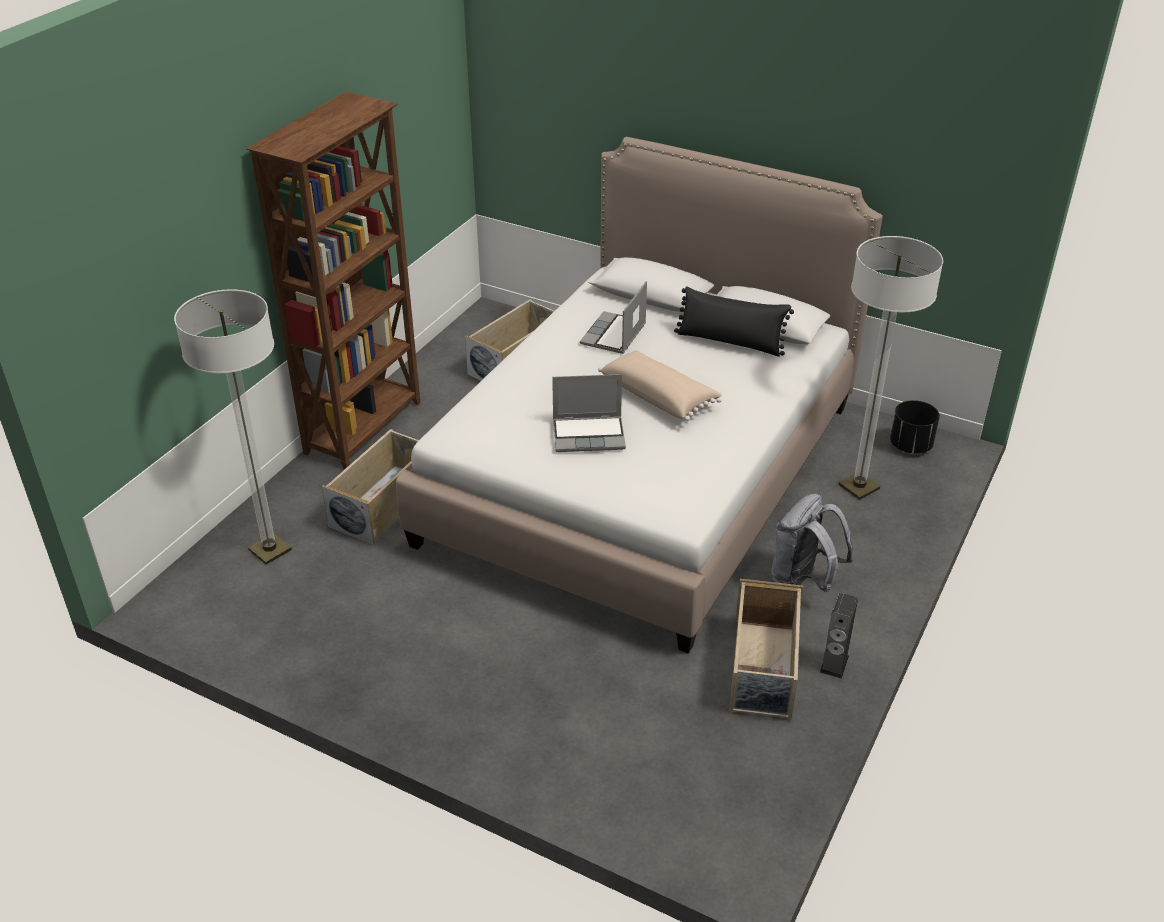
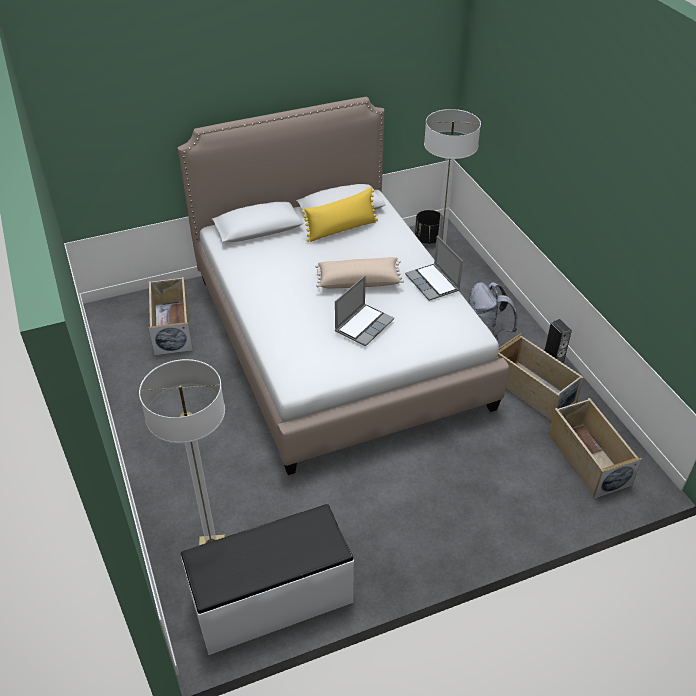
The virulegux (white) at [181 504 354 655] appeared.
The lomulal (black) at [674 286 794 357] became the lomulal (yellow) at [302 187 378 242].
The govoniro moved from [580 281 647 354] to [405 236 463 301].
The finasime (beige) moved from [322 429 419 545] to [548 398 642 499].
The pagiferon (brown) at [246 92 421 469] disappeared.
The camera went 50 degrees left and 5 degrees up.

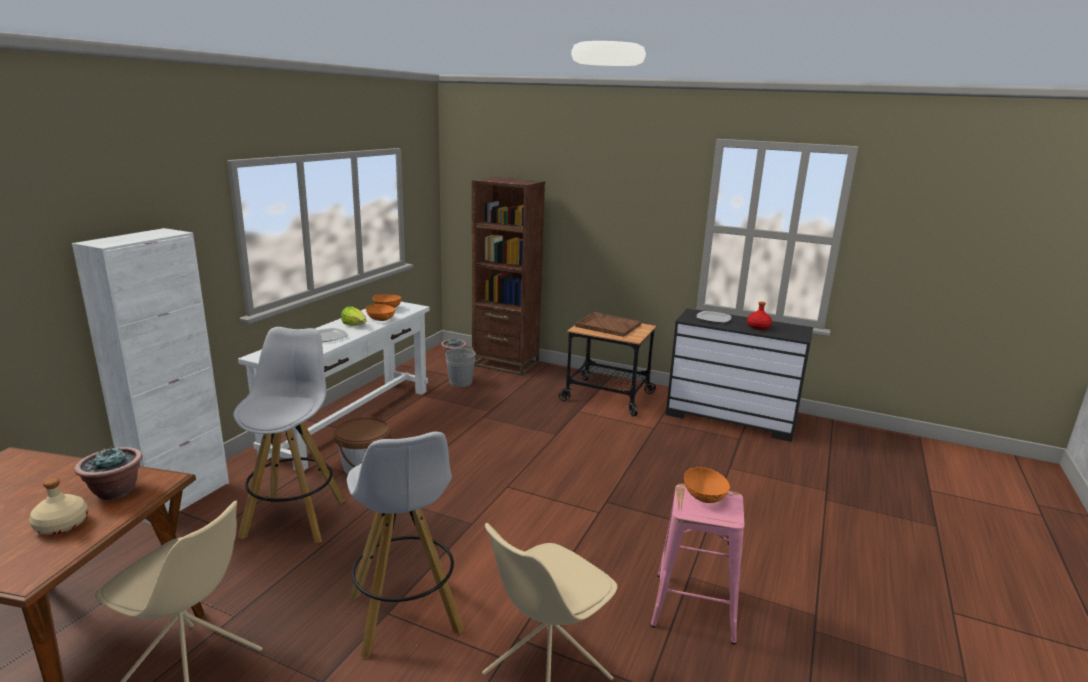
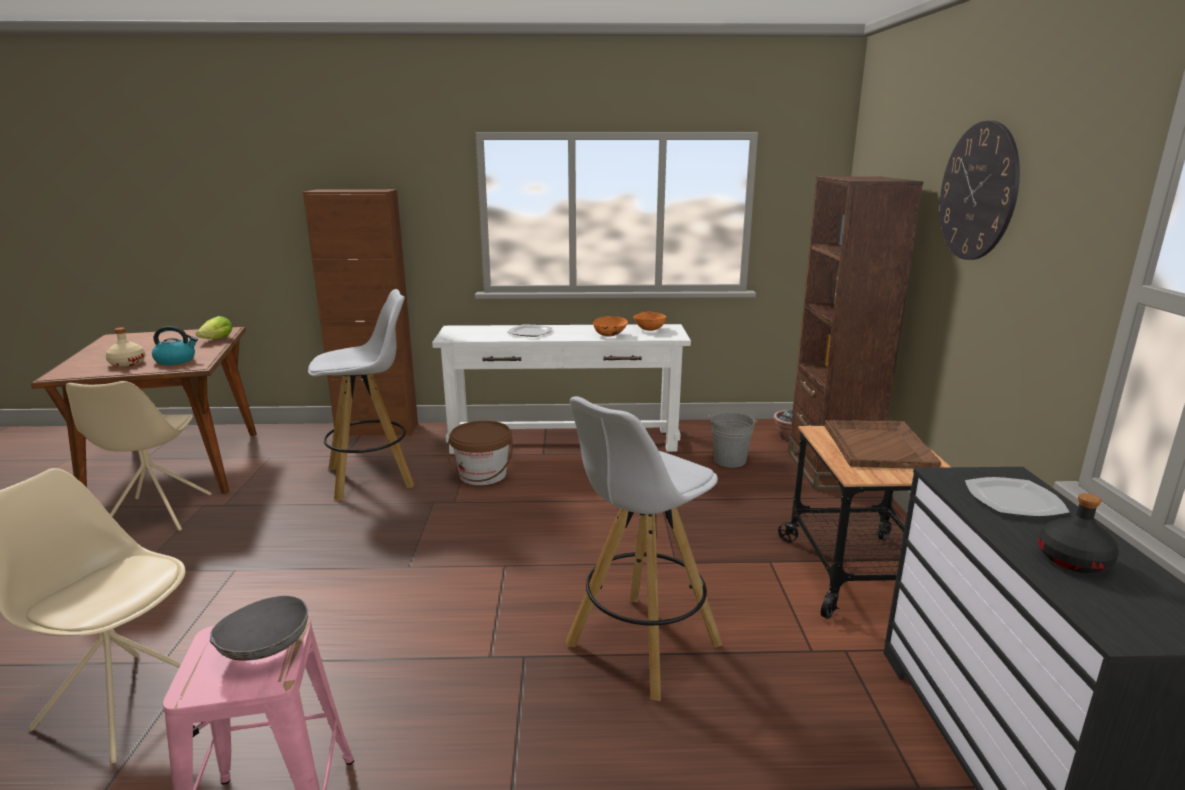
The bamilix at [74 446 143 500] was replaced by the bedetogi at [152 326 198 365].
The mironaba moved from [341 307 366 326] to [196 316 233 339].
The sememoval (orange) at [684 467 730 503] became the sememoval (grey) at [210 596 308 661].
The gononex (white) at [72 228 229 525] became the gononex (brown) at [303 189 418 436].
The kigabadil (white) moved from [347 432 464 658] to [566 396 722 701].
The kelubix at [940 121 1020 260] appeared.
The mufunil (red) at [747 302 772 330] became the mufunil (black) at [1038 493 1119 573].
The camera went 65 degrees right and 0 degrees up.

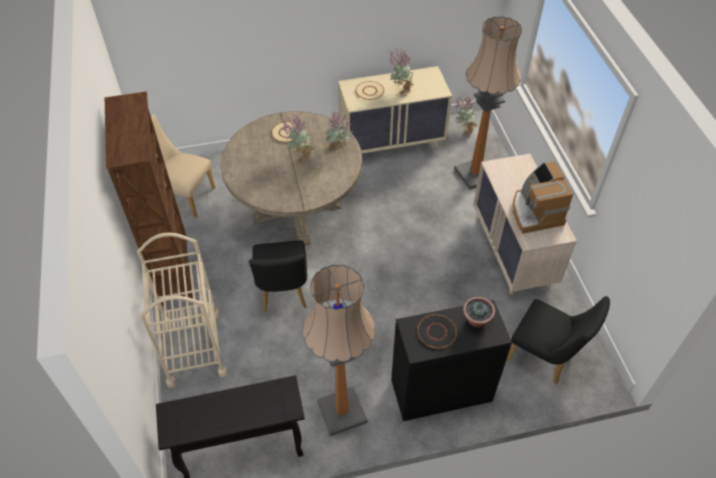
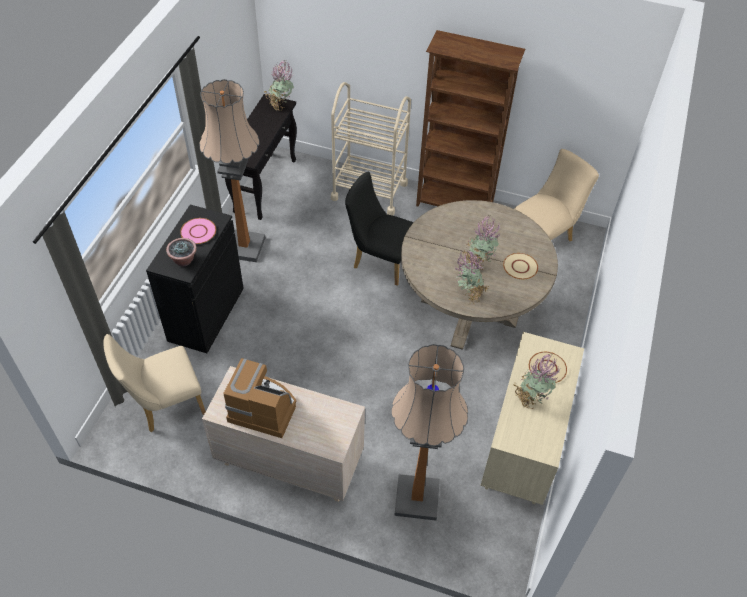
The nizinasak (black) at [506 296 610 385] became the nizinasak (beige) at [103 334 206 432].
The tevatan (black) at [417 314 457 348] became the tevatan (pink) at [180 218 216 244].
The bamilix moved from [454 94 478 137] to [264 60 294 111].
The camera went 120 degrees right and 0 degrees up.

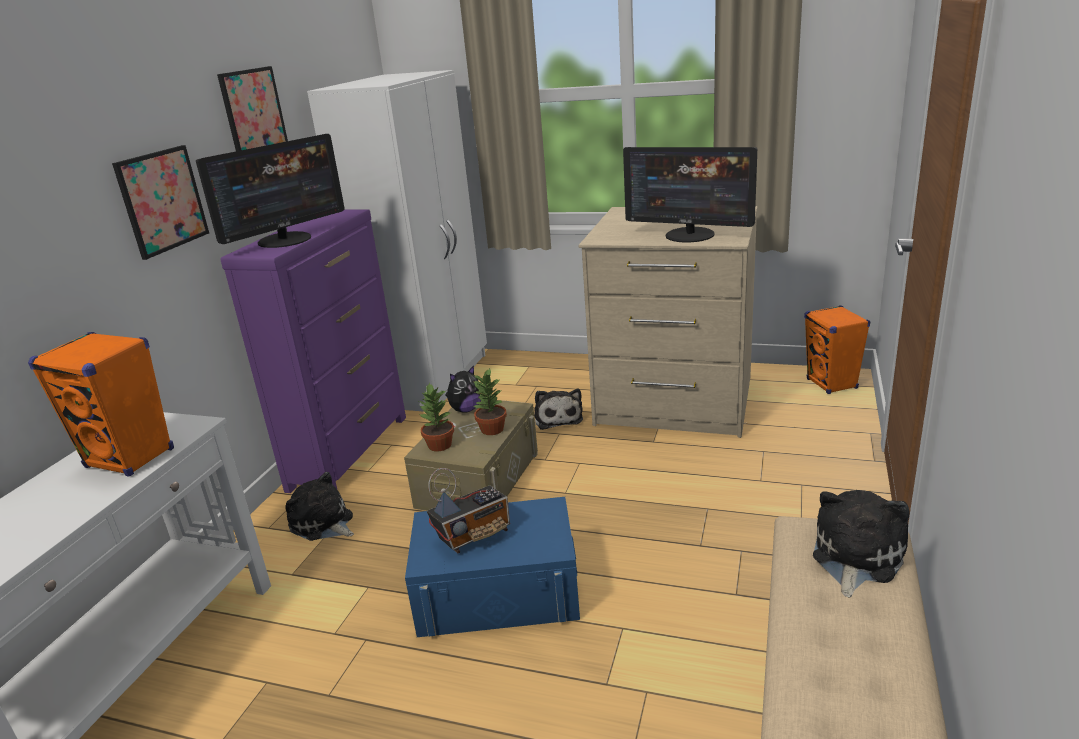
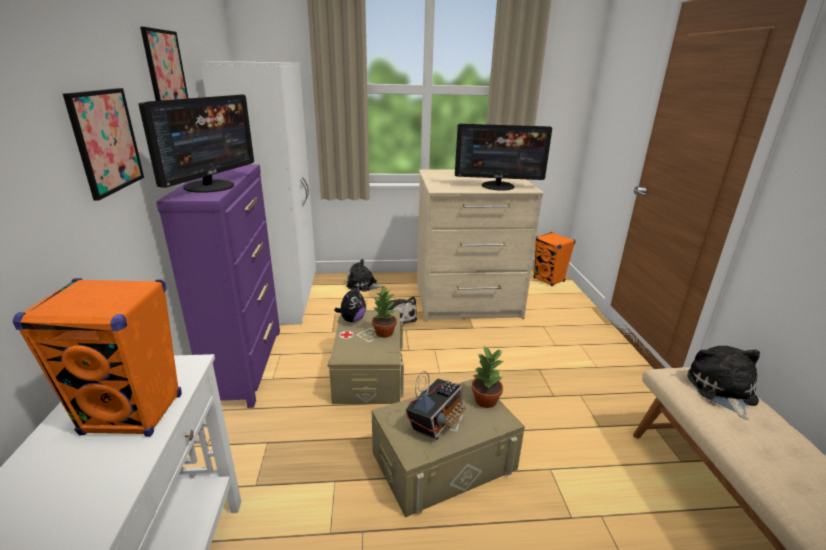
The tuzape moved from [286 472 354 541] to [346 259 384 292].
The finasime (blue) at [405 497 580 637] became the finasime (beige) at [372 378 525 517].
The bamilix moved from [419 383 454 451] to [472 346 504 408].
The camera went 25 degrees left and 0 degrees up.

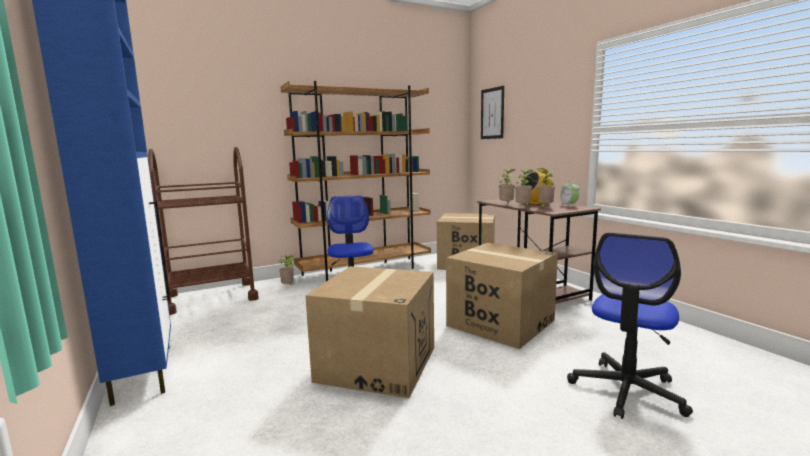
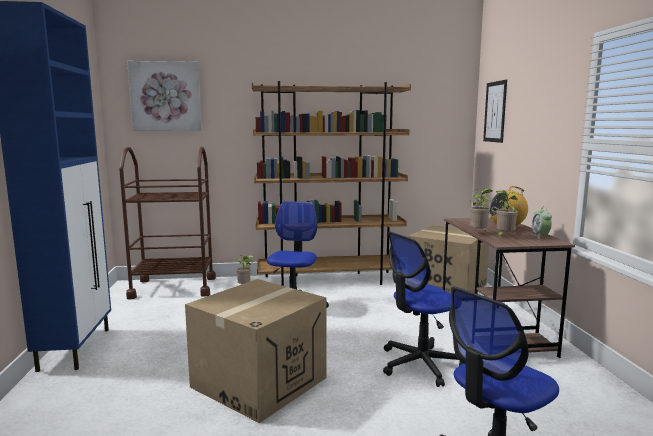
The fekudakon at [127 61 202 131] appeared.
The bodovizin at [446 243 558 349] was replaced by the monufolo at [383 232 463 387].
The bamilix at [499 169 515 203] disappeared.
The camera went 20 degrees right and 0 degrees up.

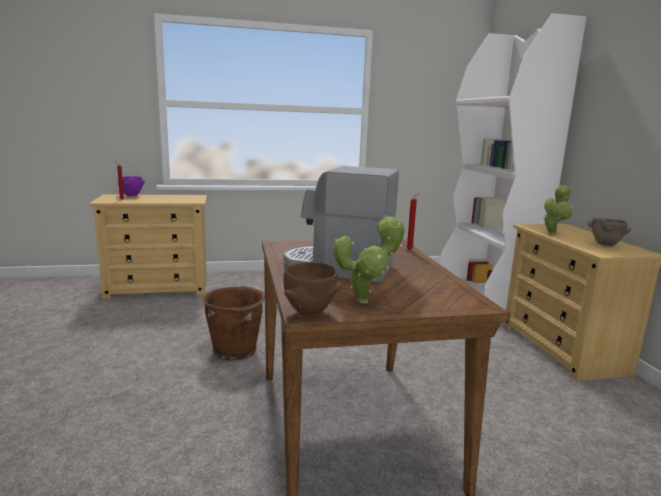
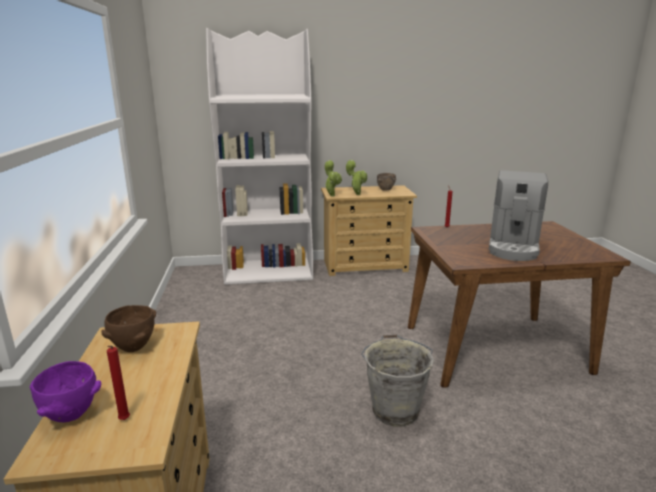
The sememoval (brown) moved from [283 262 342 316] to [101 305 156 352].
The bamilix moved from [333 215 405 303] to [324 160 342 197].
The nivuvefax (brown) at [202 286 265 361] became the nivuvefax (grey) at [361 334 434 426].
The camera went 85 degrees left and 5 degrees up.

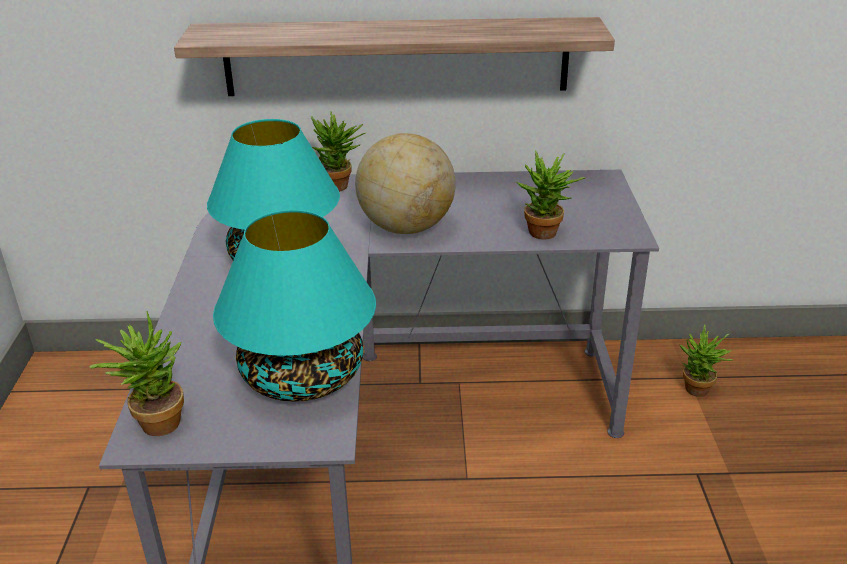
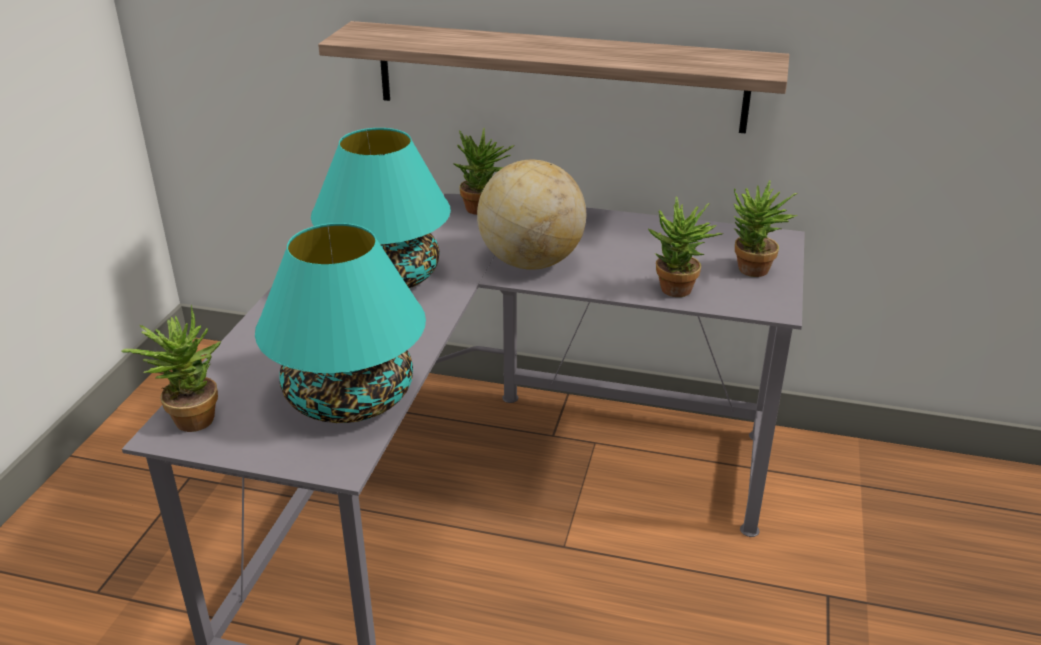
The bamilix moved from [680 325 733 397] to [734 180 798 277].
The camera went 15 degrees right and 0 degrees up.

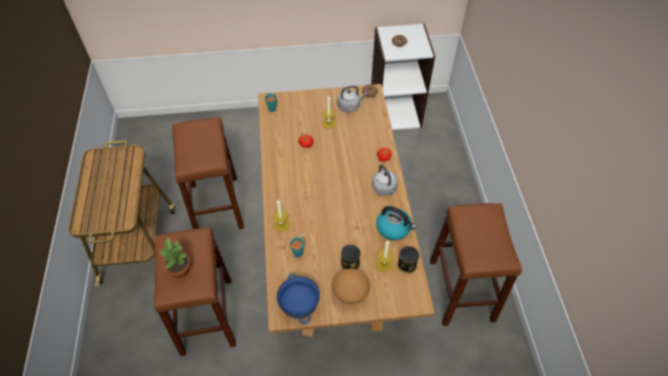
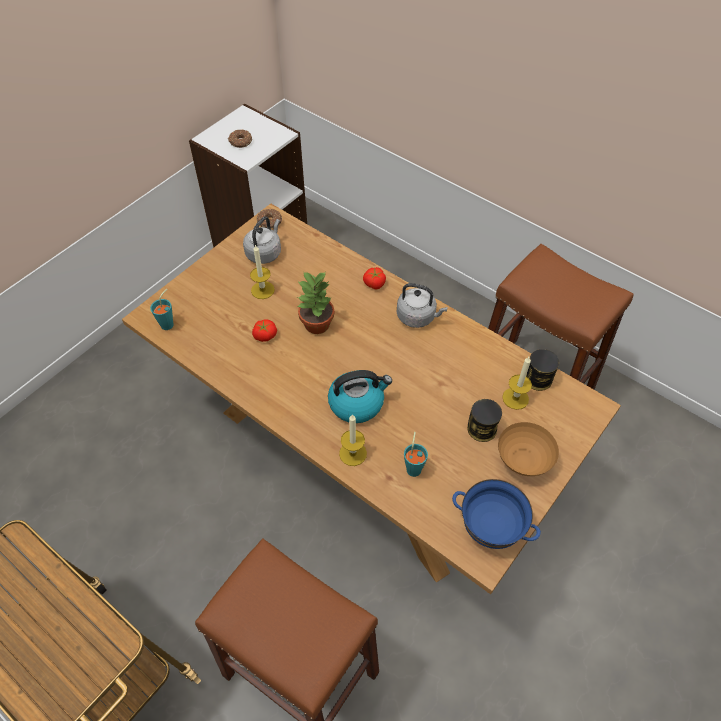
The bamilix moved from [159 238 191 278] to [297 271 334 334].
The bedetogi moved from [376 206 416 241] to [328 370 392 423].
The kigabadil (brown) at [172 117 244 229] disappeared.
The camera went 45 degrees left and 0 degrees up.

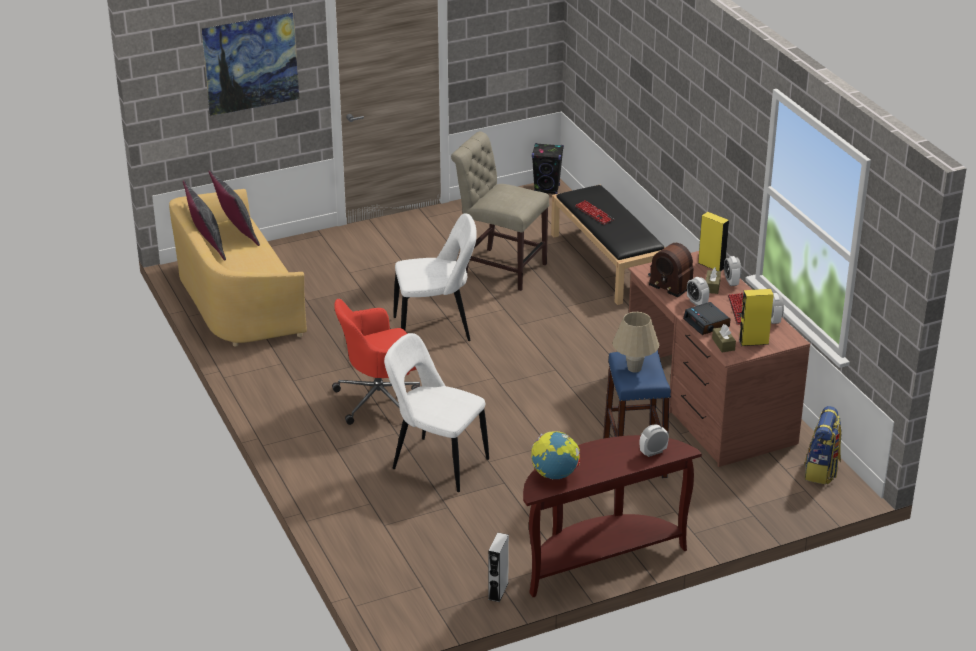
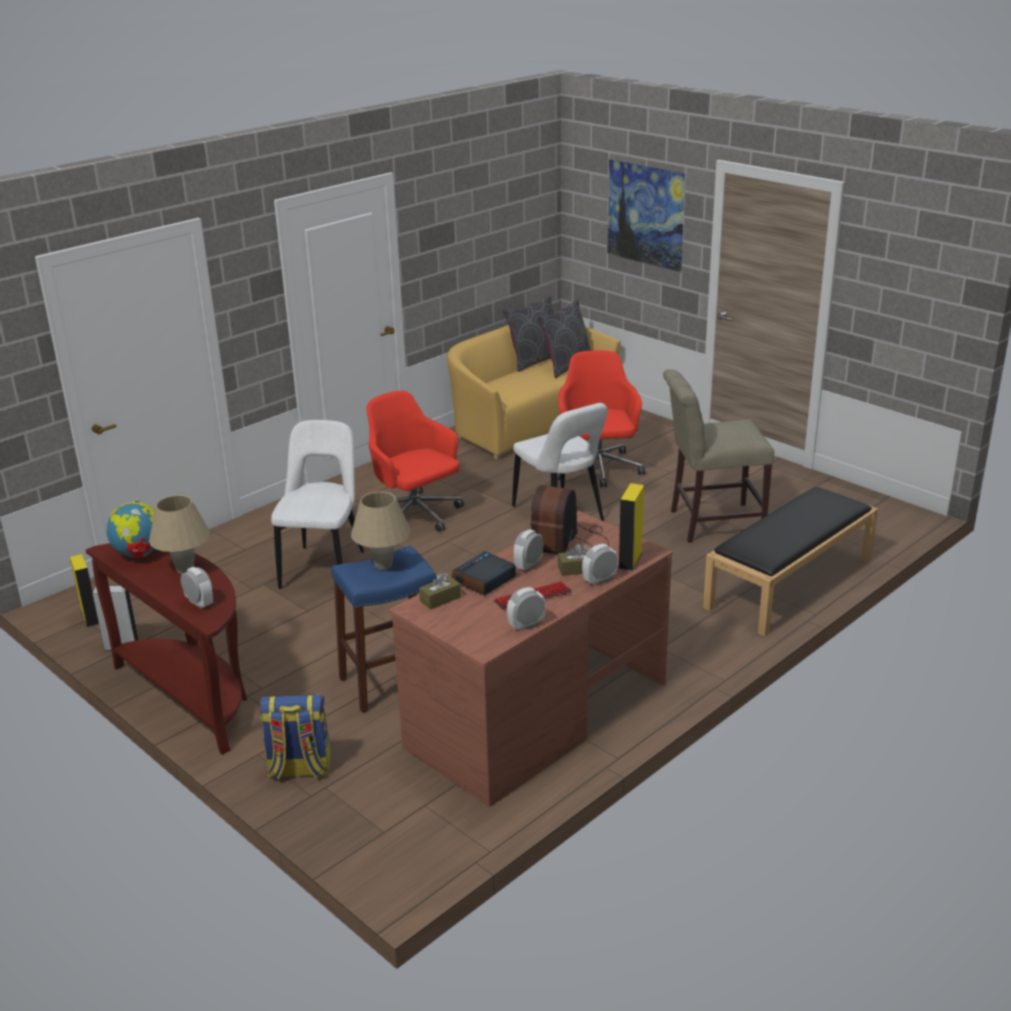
The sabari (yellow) moved from [739 289 774 346] to [70 554 99 627].
The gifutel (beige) at [149 495 210 574] appeared.
The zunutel moved from [804 406 842 485] to [260 694 330 779].
The monufolo (red) at [557 350 645 487] appeared.
The nizinasak (beige) at [451 131 549 291] turned 105 degrees counterclockwise.
The sabari (black) at [532 143 564 194] disappeared.
The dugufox at [575 200 614 225] disappeared.
The camera went 70 degrees right and 5 degrees down.

